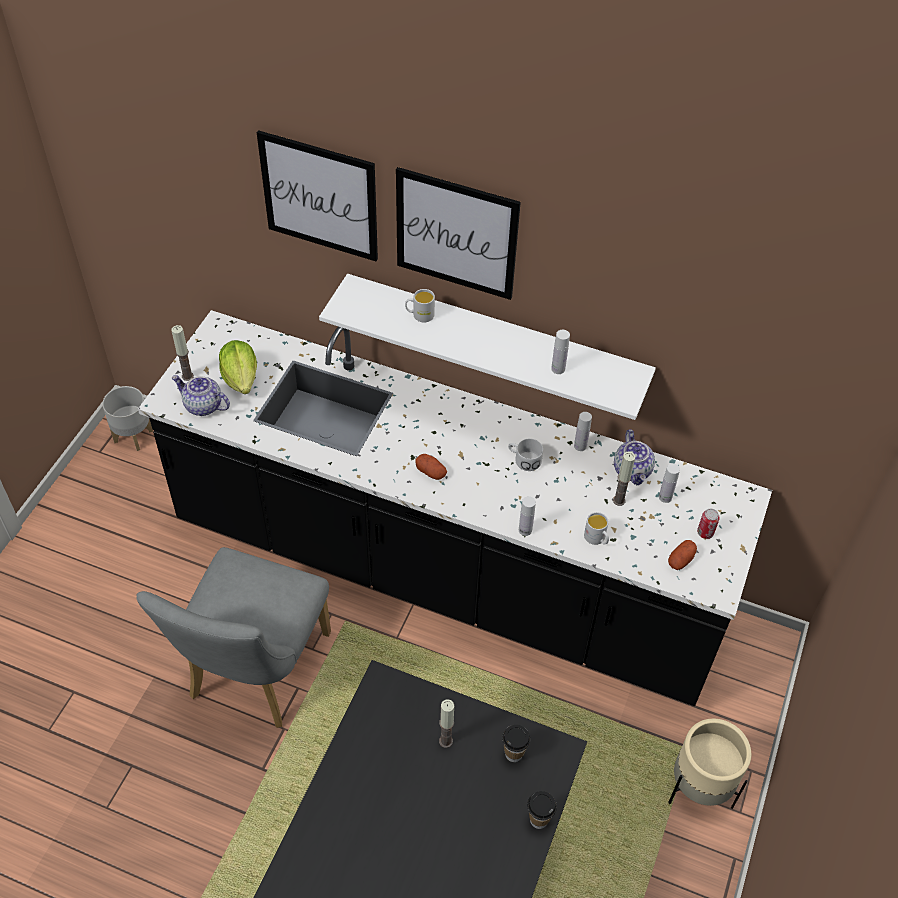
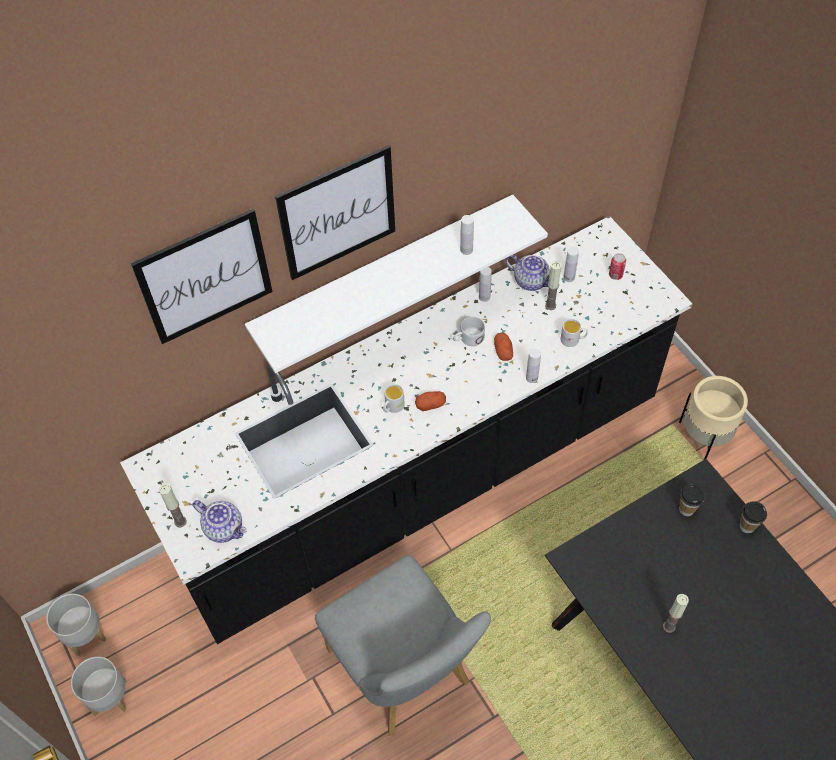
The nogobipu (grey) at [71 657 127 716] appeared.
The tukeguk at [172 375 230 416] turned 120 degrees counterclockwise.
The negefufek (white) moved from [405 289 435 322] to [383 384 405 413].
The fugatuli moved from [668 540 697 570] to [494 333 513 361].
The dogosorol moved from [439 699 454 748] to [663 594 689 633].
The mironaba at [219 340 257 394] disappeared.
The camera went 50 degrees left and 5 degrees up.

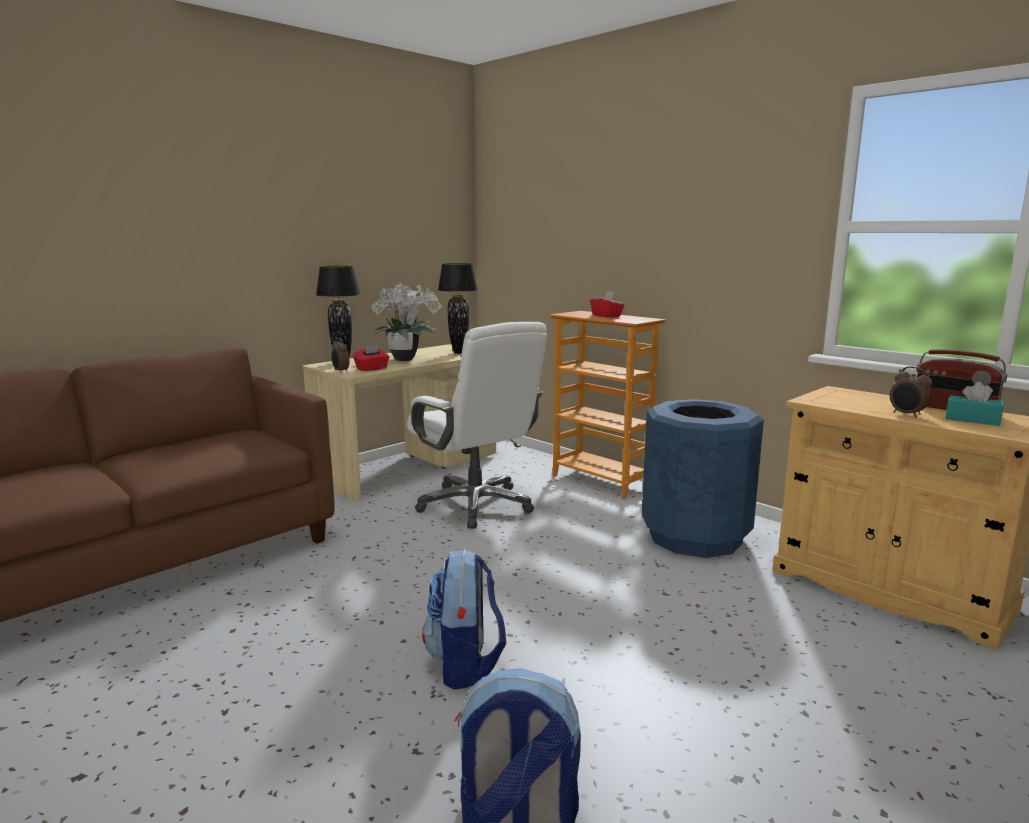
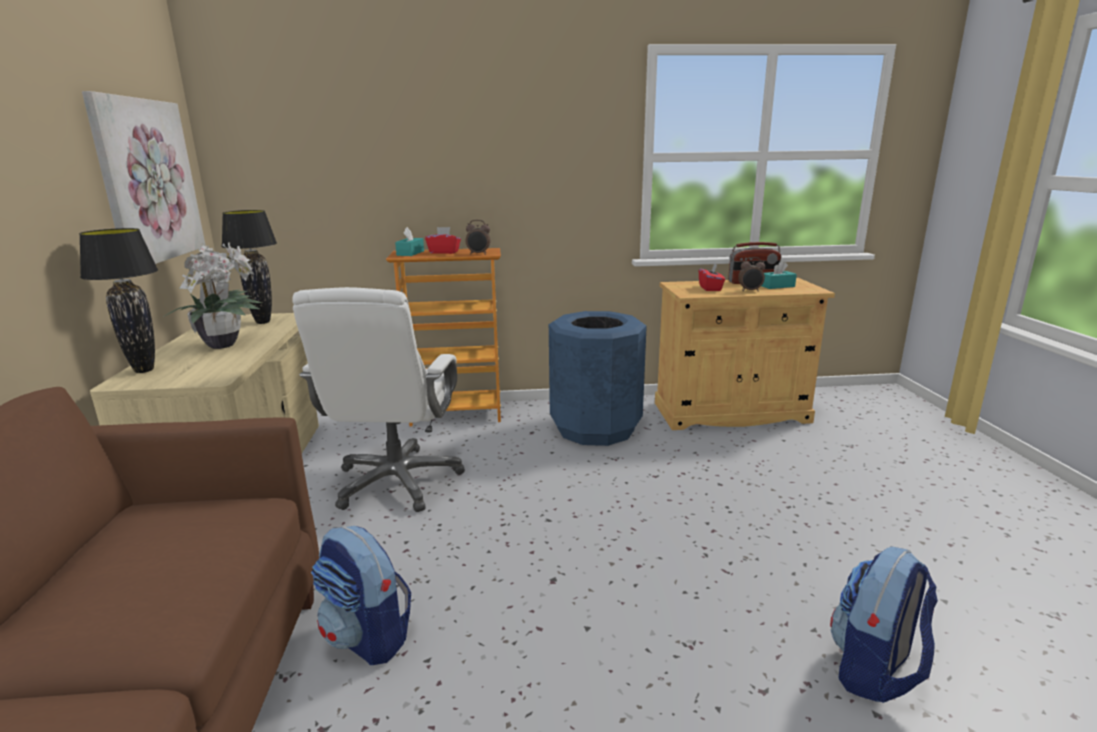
The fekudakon at [82 91 206 264] appeared.
The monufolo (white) at [407 322 547 529] turned 90 degrees clockwise.
The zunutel moved from [422 549 506 690] to [311 526 411 665].
The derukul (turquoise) at [395 227 424 256] appeared.
The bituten moved from [331 338 349 373] to [466 220 491 255].
The derukul (red) moved from [353 345 389 371] to [699 264 725 291].
The camera went 50 degrees left and 5 degrees up.

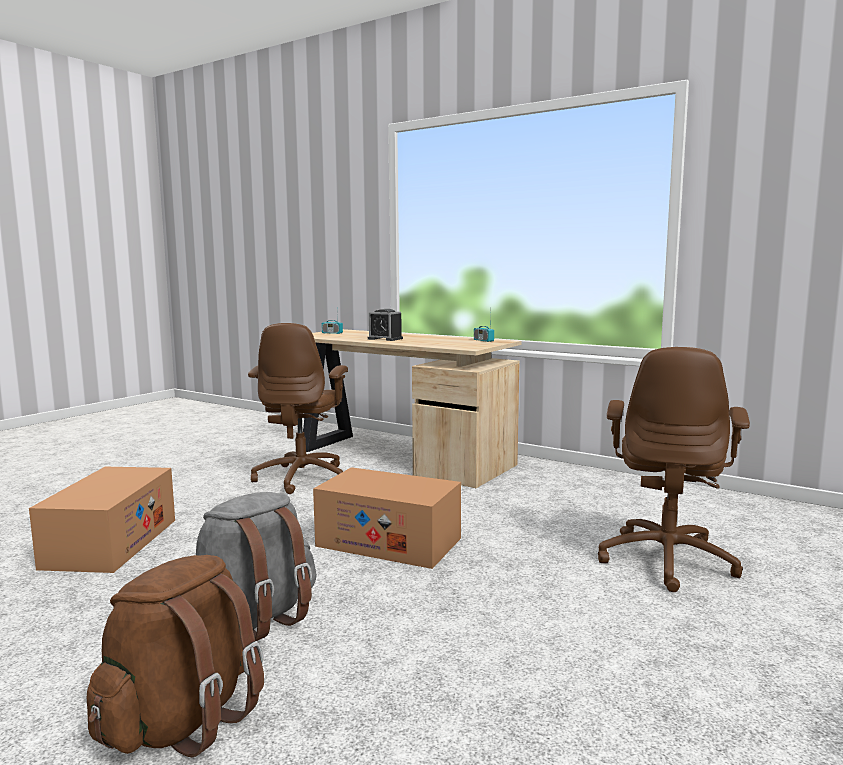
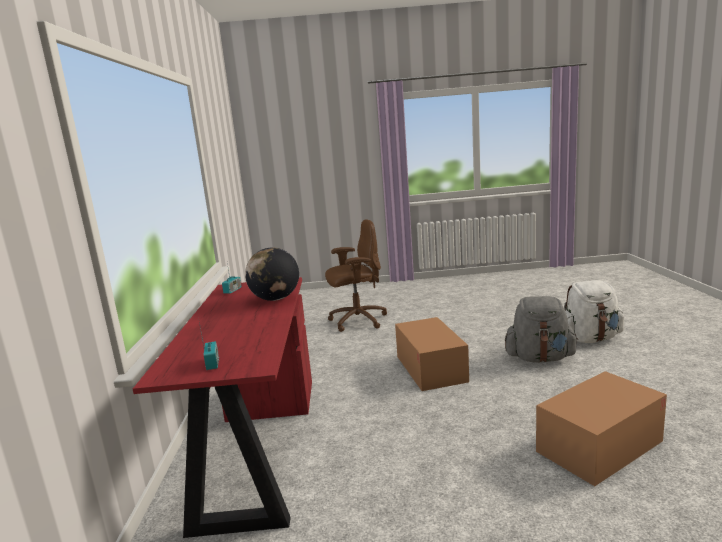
The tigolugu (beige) at [303 329 521 488] became the tigolugu (red) at [133 277 312 538].
The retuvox at [245 248 299 301] appeared.
The zunutel (brown) at [87 555 264 758] became the zunutel (white) at [564 280 624 343].
The monufolo (brown) at [248 323 348 494] disappeared.
The bituten at [368 309 403 341] disappeared.
The camera went 125 degrees left and 5 degrees up.

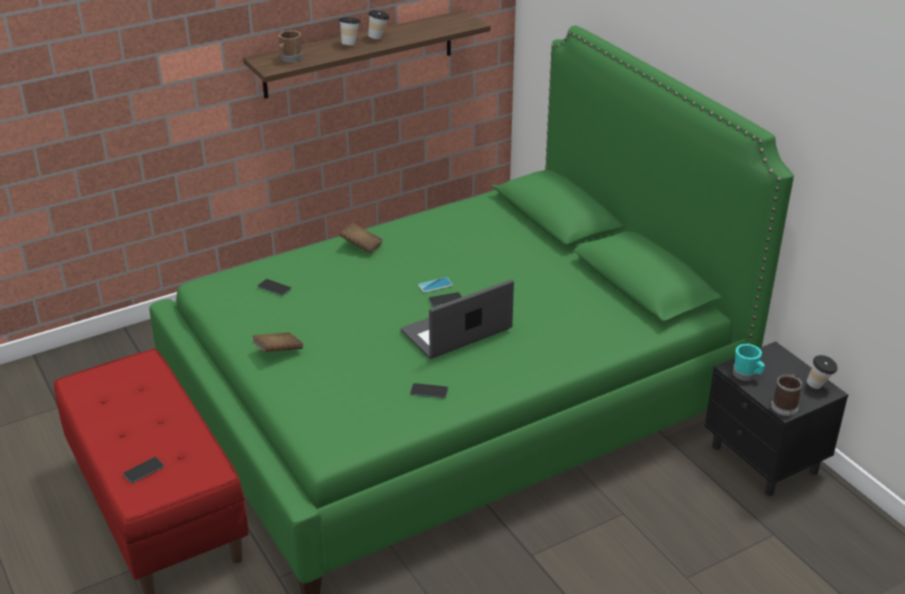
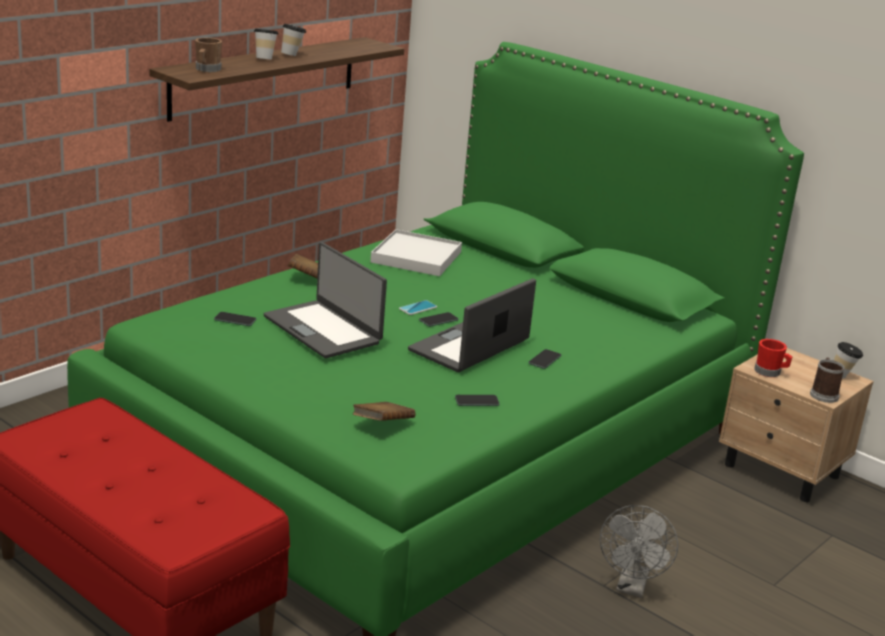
The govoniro at [264 242 387 358] appeared.
The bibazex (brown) moved from [252 332 303 352] to [353 402 415 421].
The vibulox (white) at [371 229 462 276] appeared.
The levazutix moved from [123 457 164 483] to [528 349 562 369].
The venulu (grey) at [600 505 678 597] appeared.
The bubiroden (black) at [705 341 848 496] became the bubiroden (beige) at [719 348 874 502].
The negefufek (turquoise) at [733 344 765 381] became the negefufek (red) at [754 339 792 377].
The camera went 20 degrees left and 10 degrees down.

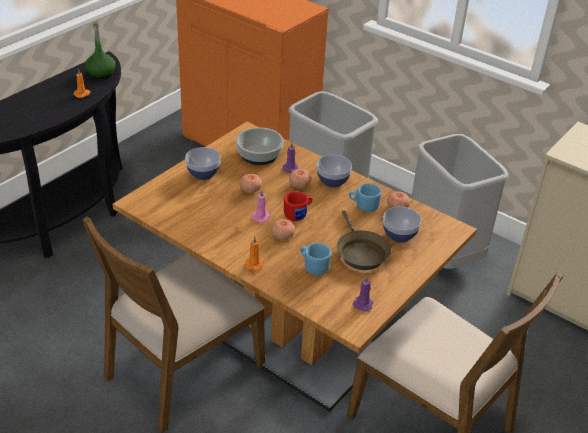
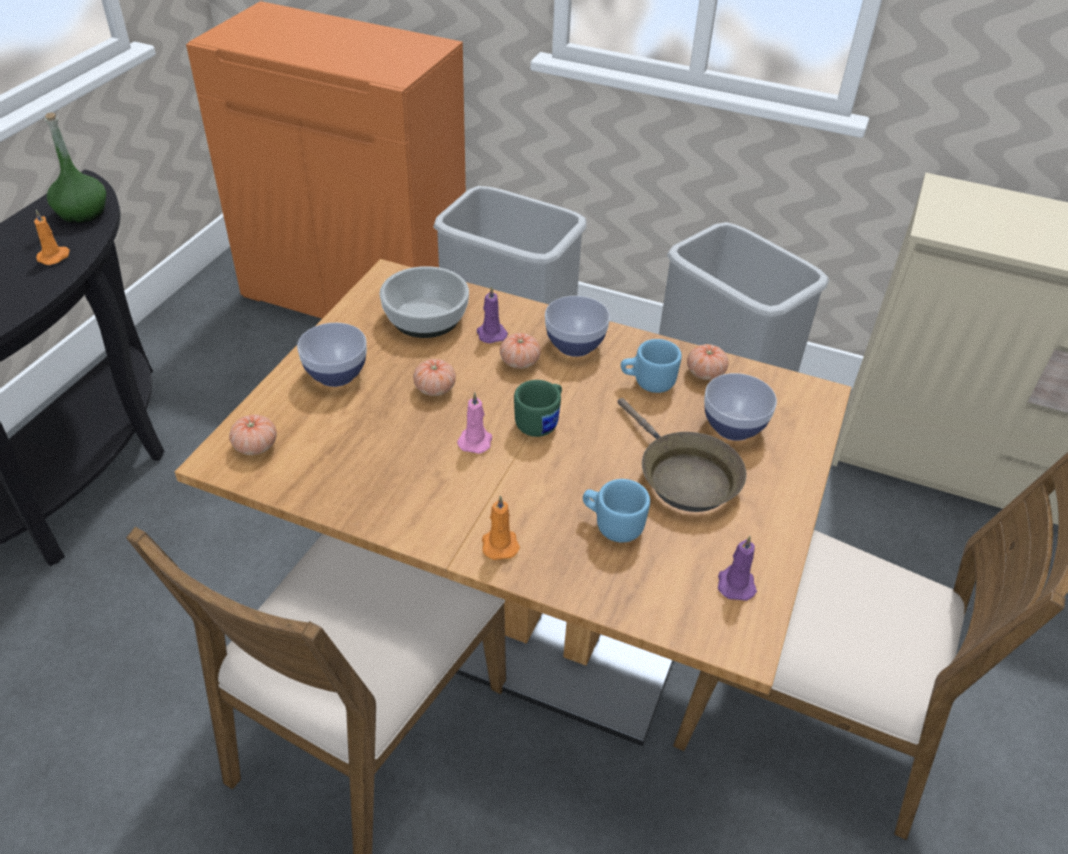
The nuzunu moved from [271 219 295 240] to [229 414 277 455].
The negefufek (red) at [284 191 312 221] became the negefufek (green) at [514 380 562 437].
The camera went 15 degrees left and 5 degrees up.

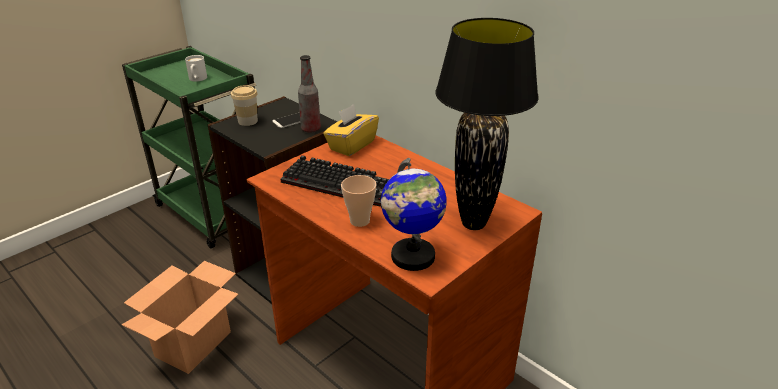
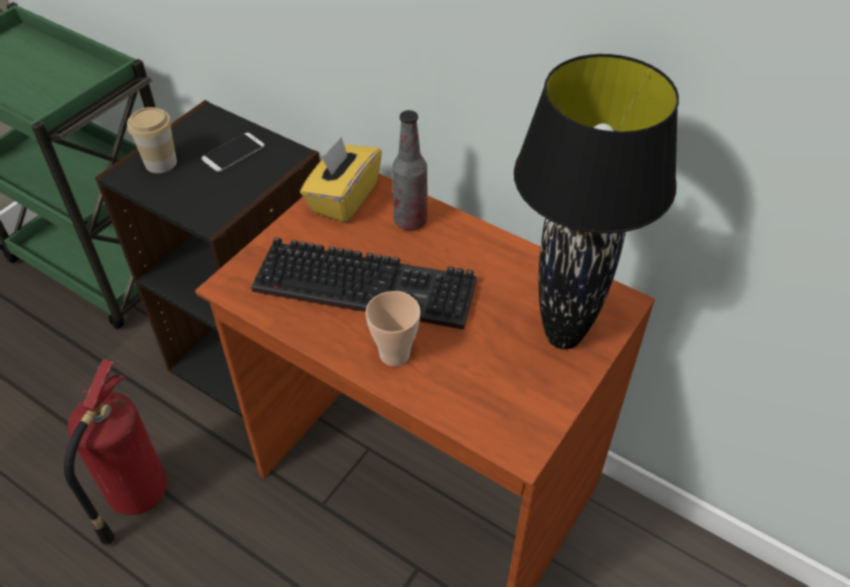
The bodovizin at [122 261 239 374] was replaced by the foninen at [64 359 167 546].
The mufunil moved from [298 55 321 133] to [392 110 428 230].
The negefufek (white) at [185 55 207 82] disappeared.
The retuvox at [381 158 447 271] disappeared.
The camera went 10 degrees left and 15 degrees up.

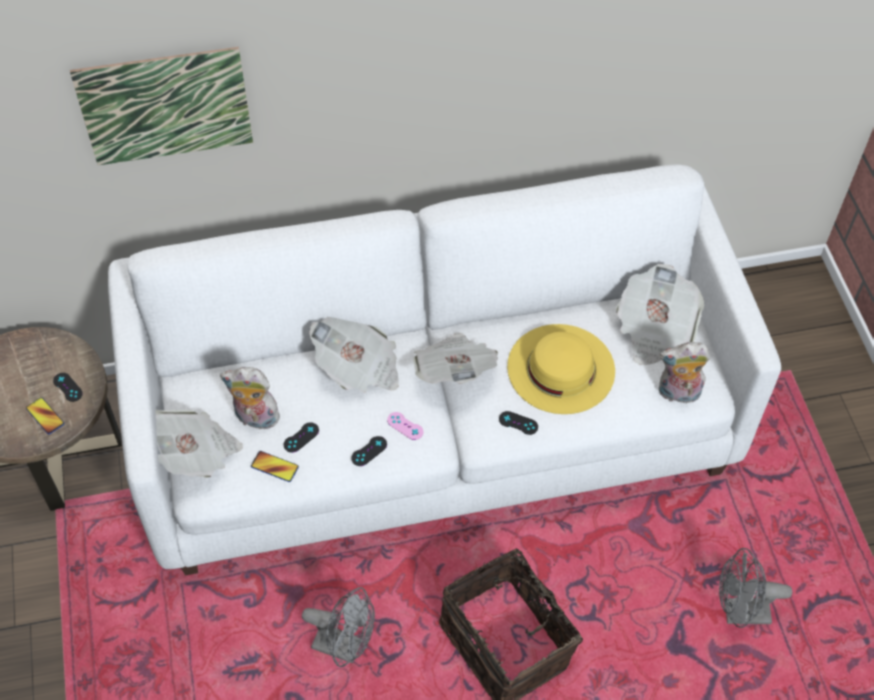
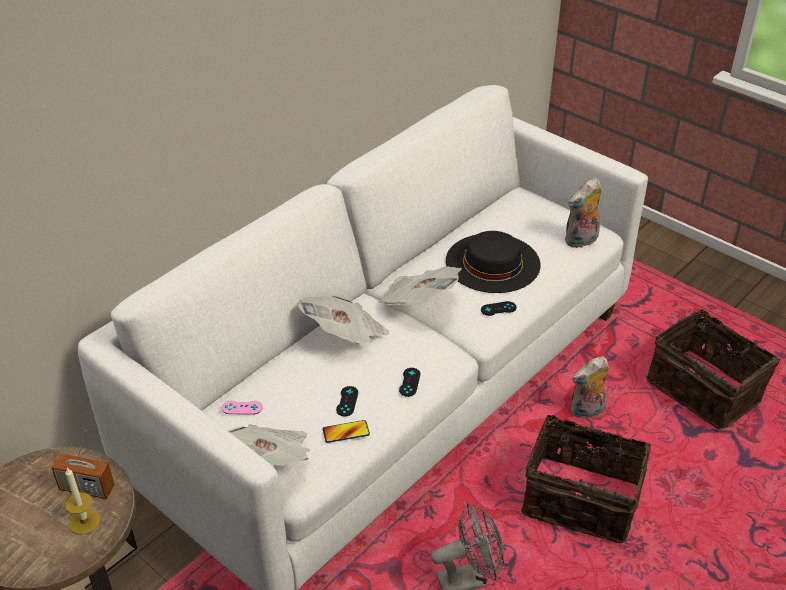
The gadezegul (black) at [53 373 83 402] was replaced by the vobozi at [51 431 115 499].
The levazutix at [26 397 64 434] was replaced by the dogosorol at [65 468 101 535].
The gadezegul (pink) moved from [387 412 423 440] to [222 400 263 415].
The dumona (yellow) at [507 324 615 414] became the dumona (black) at [446 231 540 293].
The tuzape moved from [220 367 282 430] to [570 356 609 418].
The venulu (grey) at [719 548 792 628] was replaced by the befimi at [646 308 780 429].
The fekudakon at [70 47 253 165] disappeared.
The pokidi at [616 264 705 365] disappeared.
The camera went 35 degrees left and 15 degrees down.

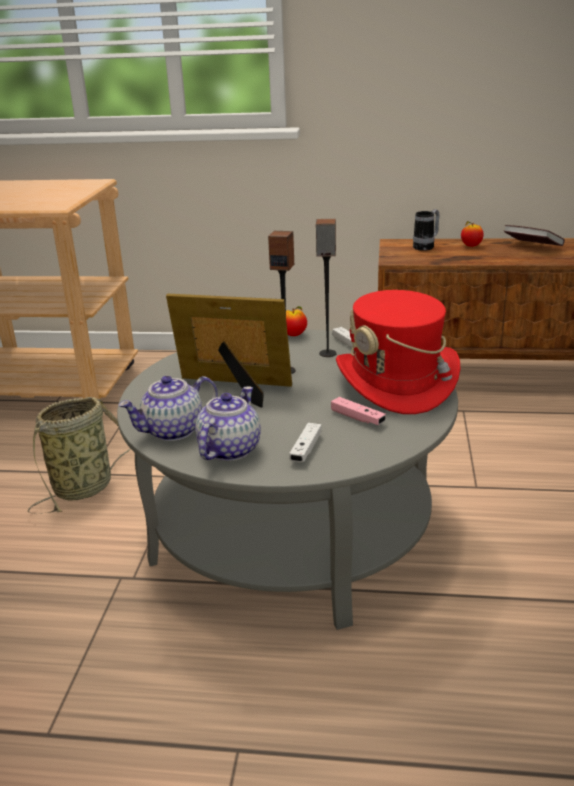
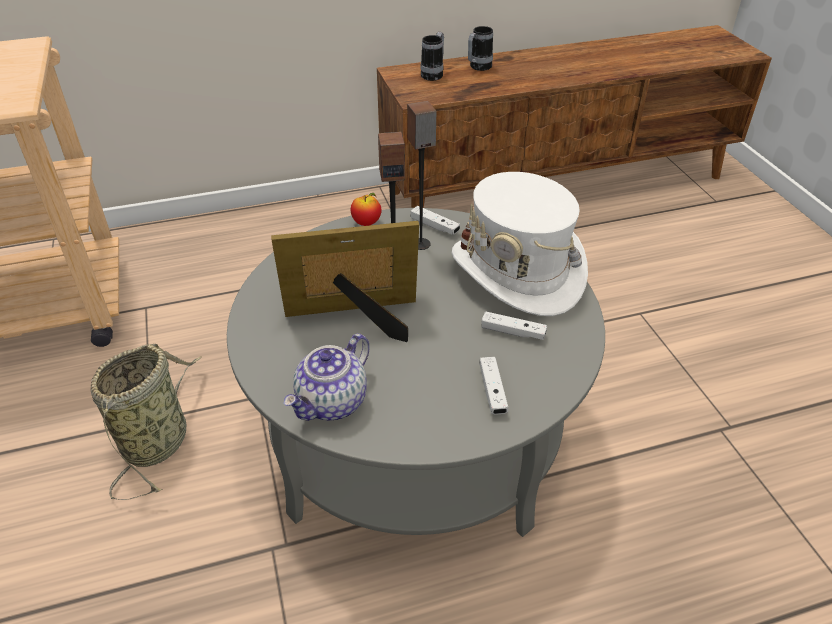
The dumona (red) at [336 290 460 414] became the dumona (white) at [452 172 588 316].
The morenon at [461 221 484 247] was replaced by the negefufek at [468 26 493 71].
The gadezegul (pink) at [331 397 386 425] became the gadezegul (white) at [482 312 547 340].
The tukeguk at [195 386 261 461] disappeared.
The bibazex at [504 225 565 246] disappeared.
The camera went 25 degrees left and 15 degrees up.

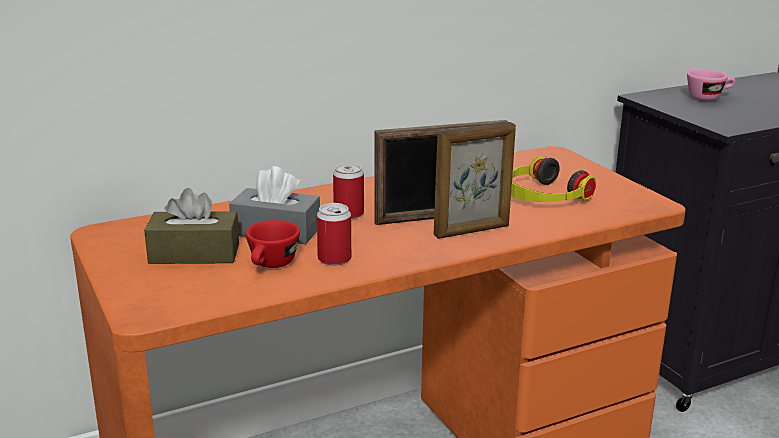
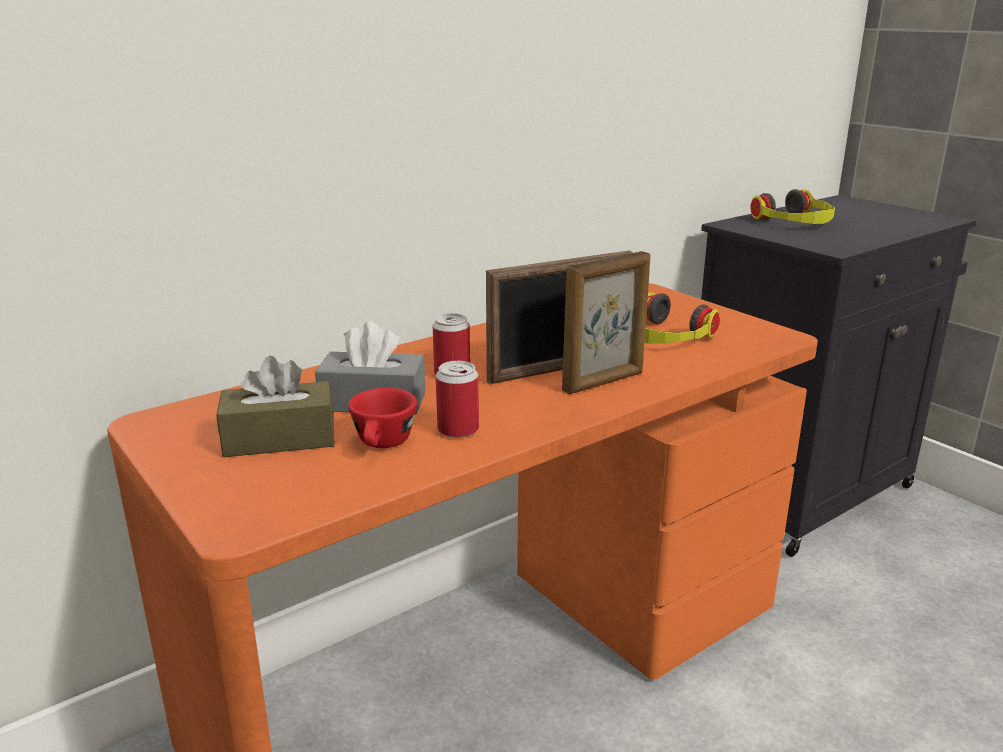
The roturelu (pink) at [687 69 736 100] was replaced by the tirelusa at [750 189 835 224].
The camera went 10 degrees left and 0 degrees up.

